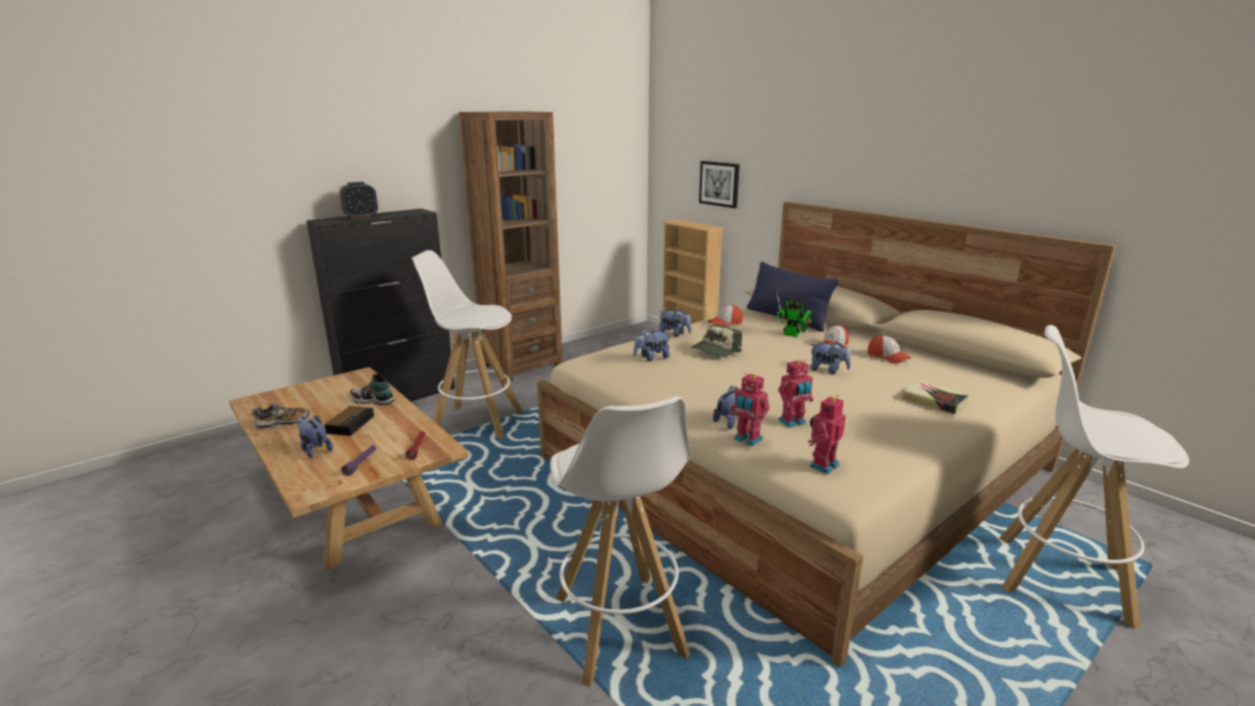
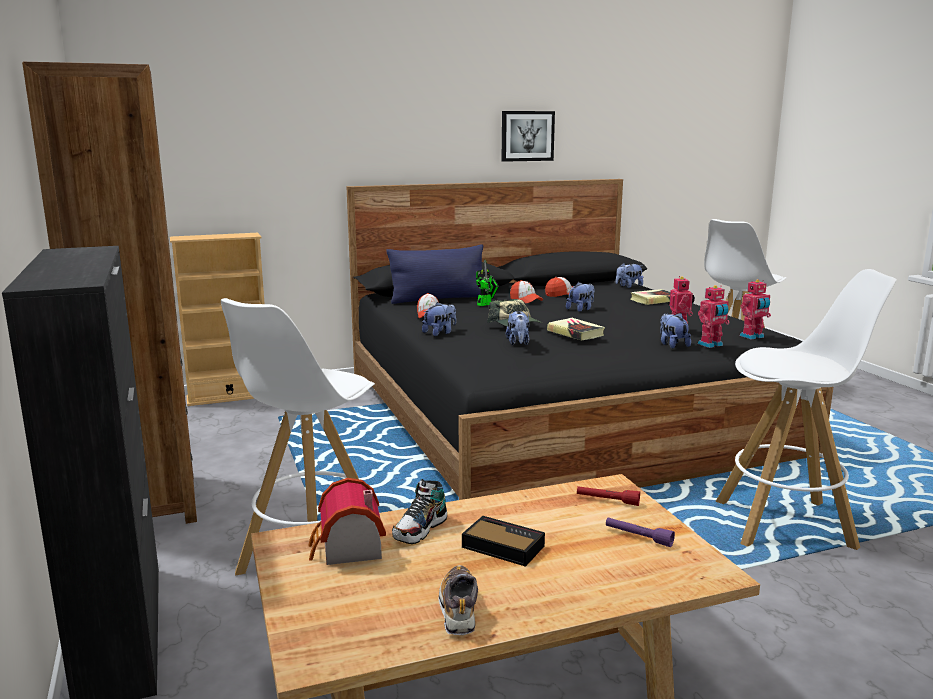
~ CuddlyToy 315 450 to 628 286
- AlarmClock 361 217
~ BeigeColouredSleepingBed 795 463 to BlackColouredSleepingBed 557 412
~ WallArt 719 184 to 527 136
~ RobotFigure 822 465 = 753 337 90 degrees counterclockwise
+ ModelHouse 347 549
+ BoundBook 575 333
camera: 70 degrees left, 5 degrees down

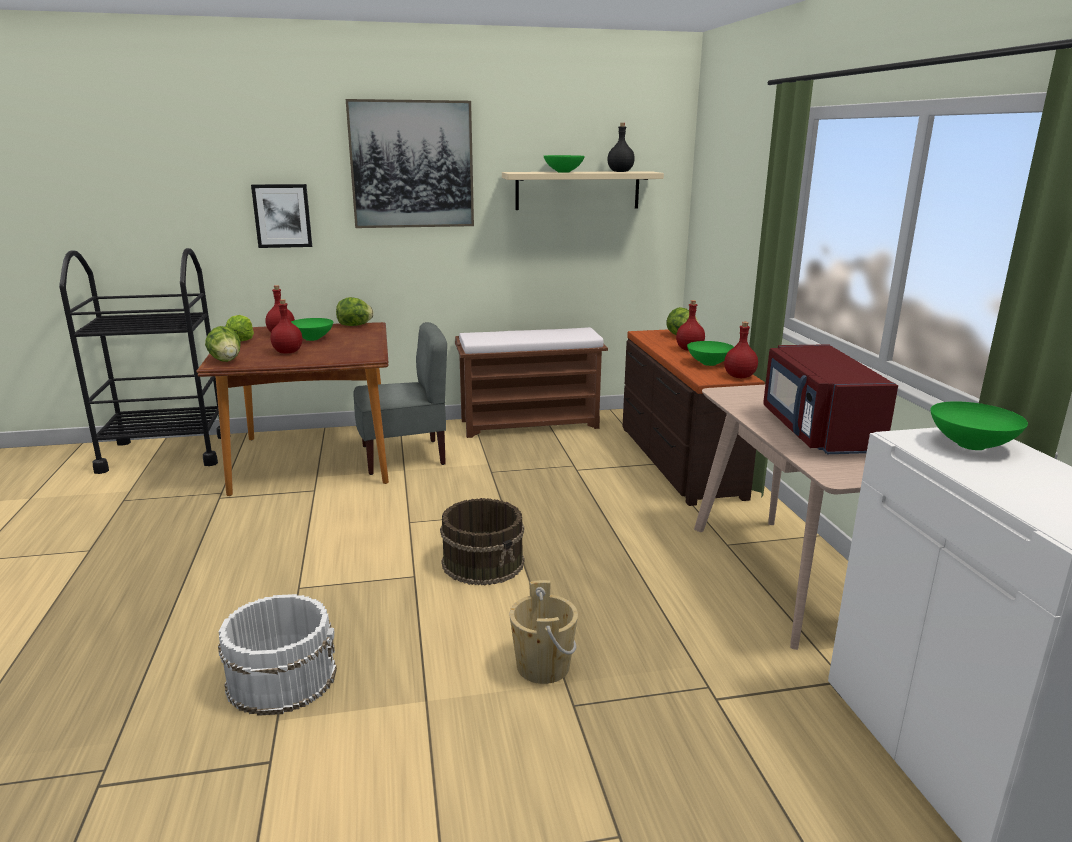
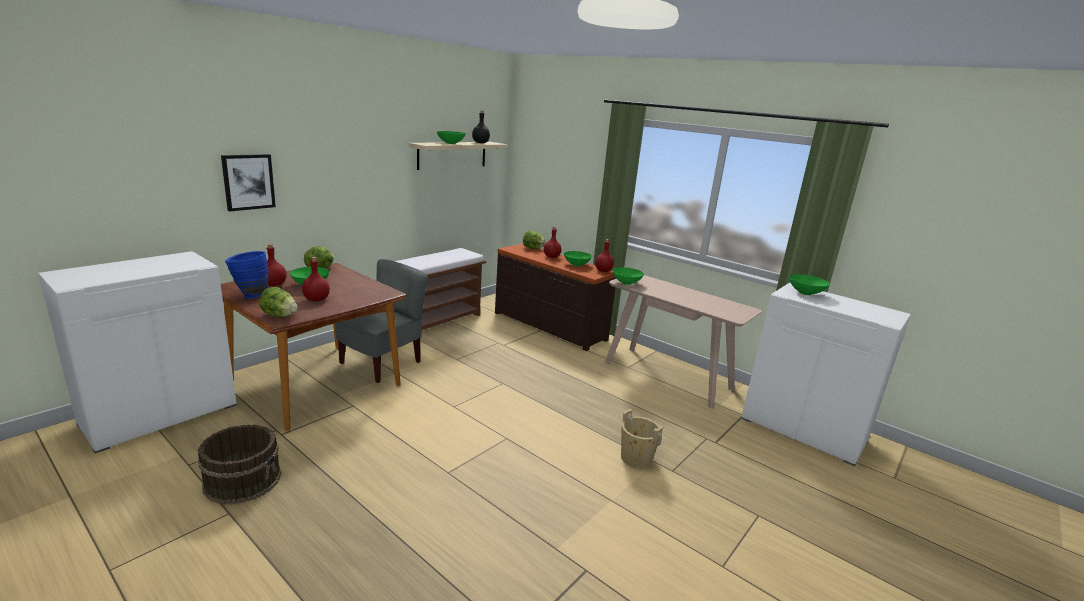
~ BlackColouredCart 166 453 to WhiteCupboard 160 414
- WhiteWaterBucket 282 678
~ Lettuce 241 340 to BluishDecorativeVase 250 296
- WallArt 412 165
~ BrownColouredWaterBucket 484 562 to 243 479
- RedKitchenMicrowave 817 431
+ GreenServingBowl 626 283
camera: 40 degrees left, 0 degrees up

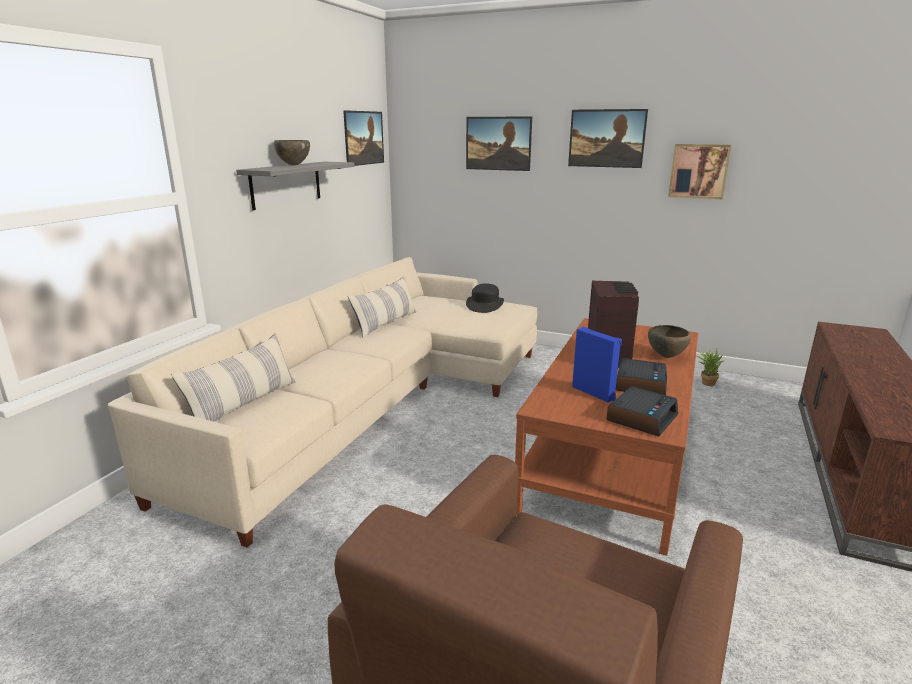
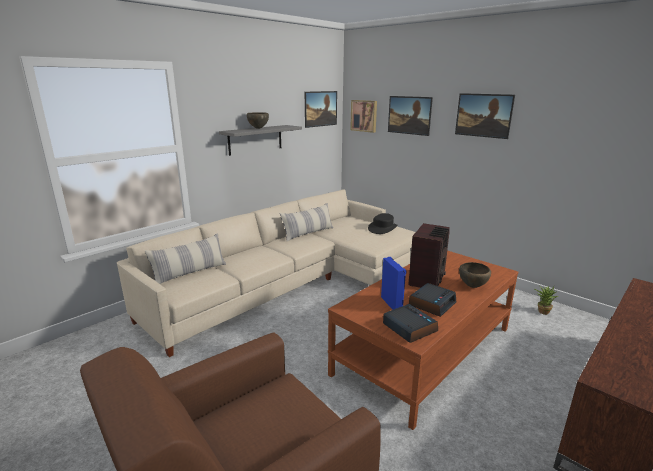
~ AlarmClock 641 417 = 409 328 90 degrees counterclockwise
~ WallArt 699 171 to 364 115
camera: 20 degrees right, 0 degrees up

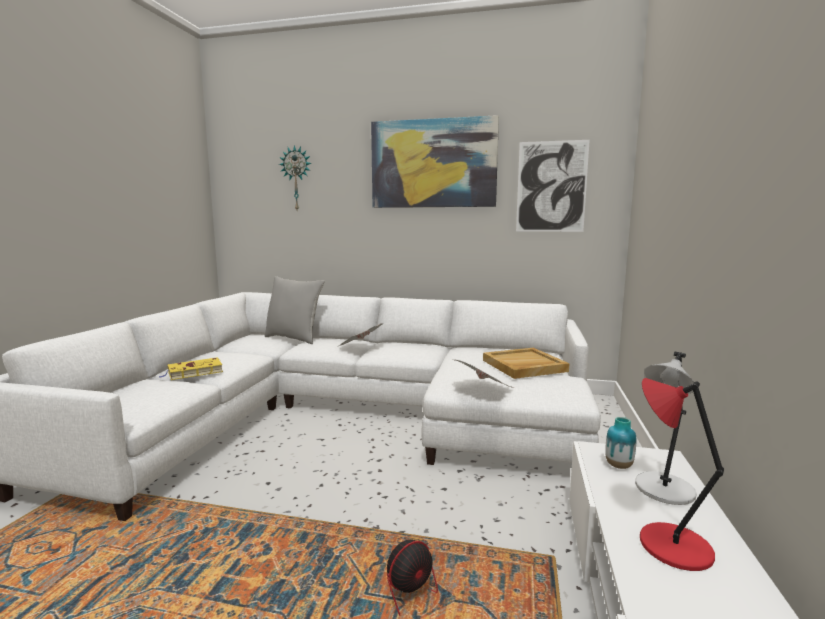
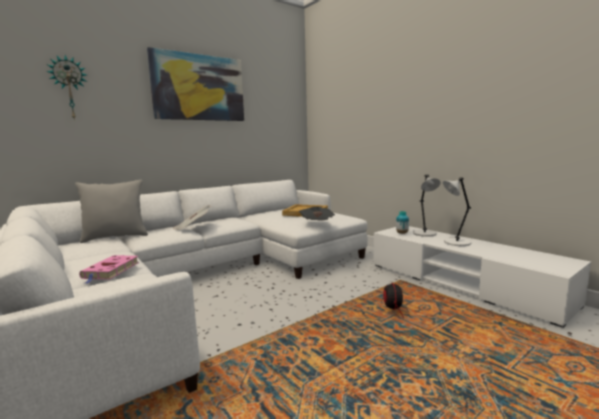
~ YellowColouredBoundBook 193 372 to PinkColouredBoundBook 110 271
- WallArt 551 187
~ RedTableLamp 670 545 to WhiteTableLamp 455 243
camera: 50 degrees left, 0 degrees up

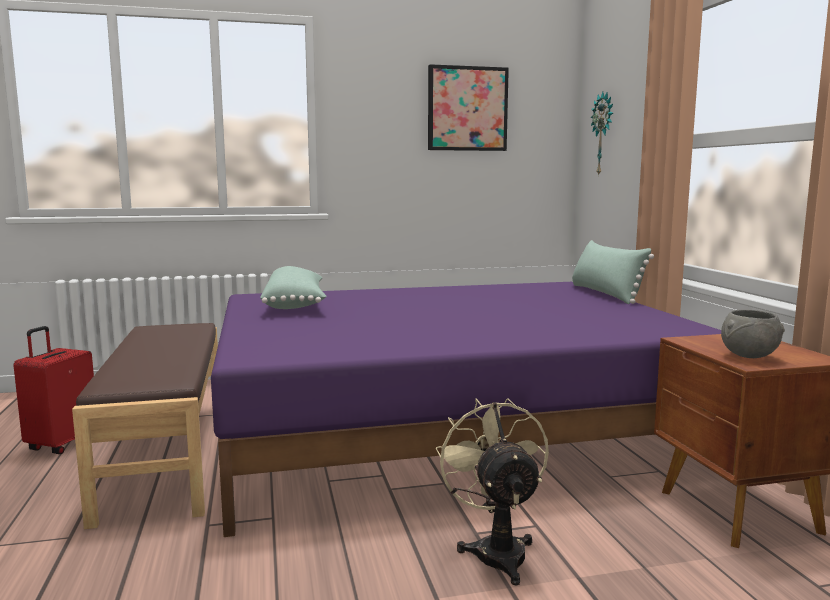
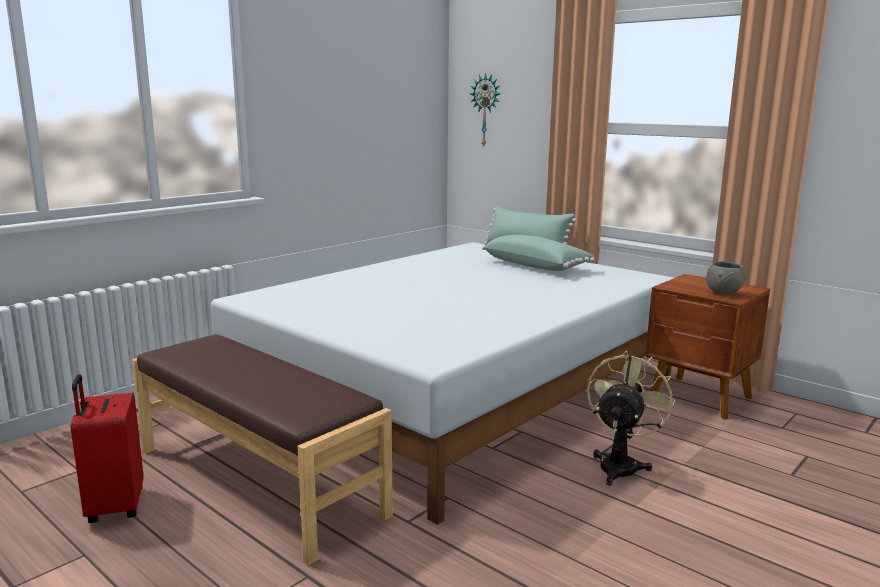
~ PurpleSleepingBed 447 431 to WhiteSleepingBed 458 391
~ GreenCushion 296 304 to 536 266
- WallArt 467 109
~ BeigeColouredCoolingFan 496 550 = 621 465 75 degrees clockwise
camera: 35 degrees left, 5 degrees up

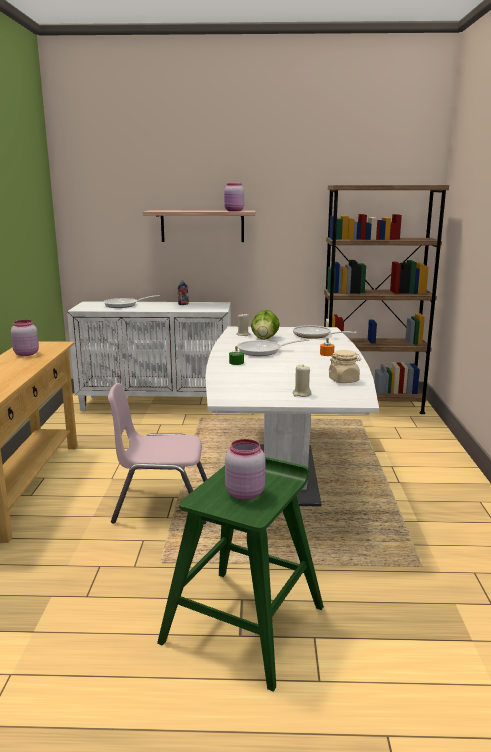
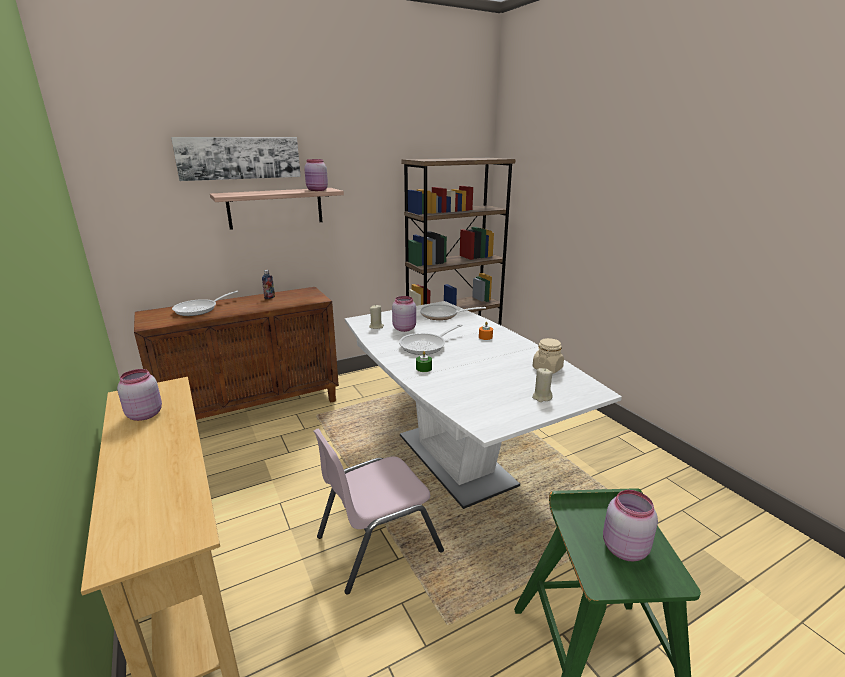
~ WhiteCupboard 157 403 to BrownColouredCupboard 253 408
~ Lettuce 265 339 to PinkColouredJar 404 328
+ WallArt 239 158
camera: 30 degrees left, 5 degrees up

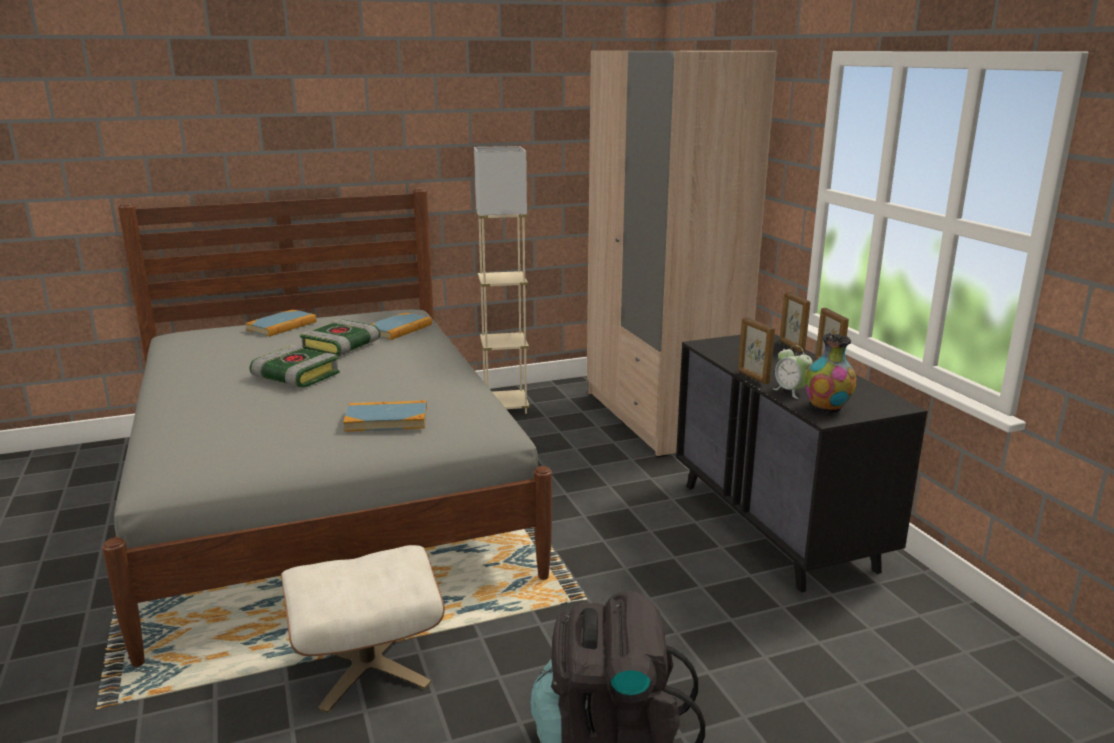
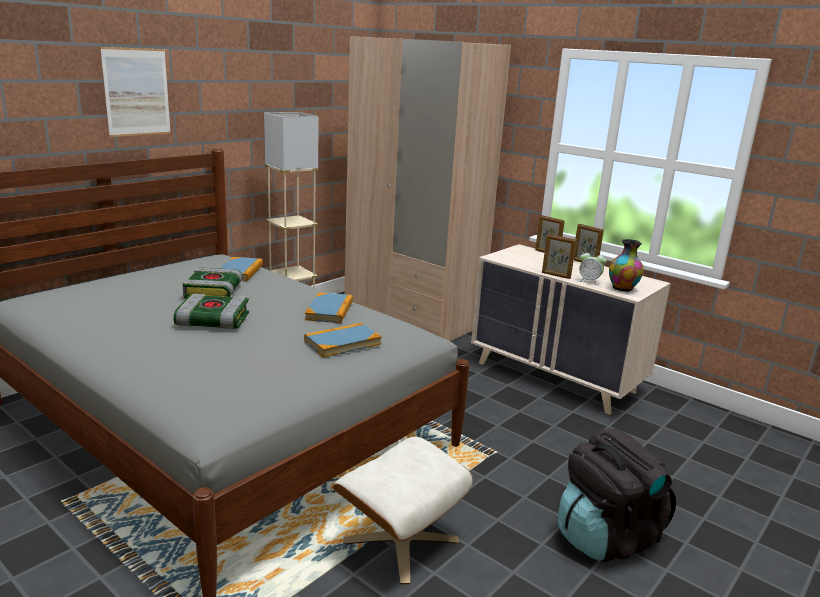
~ BoundBook 281 326 to 329 310
~ BlackColouredChestOfDrawers 776 526 to BeigeColouredChestOfDrawers 556 377
+ WallArt 137 92
camera: 30 degrees left, 0 degrees up

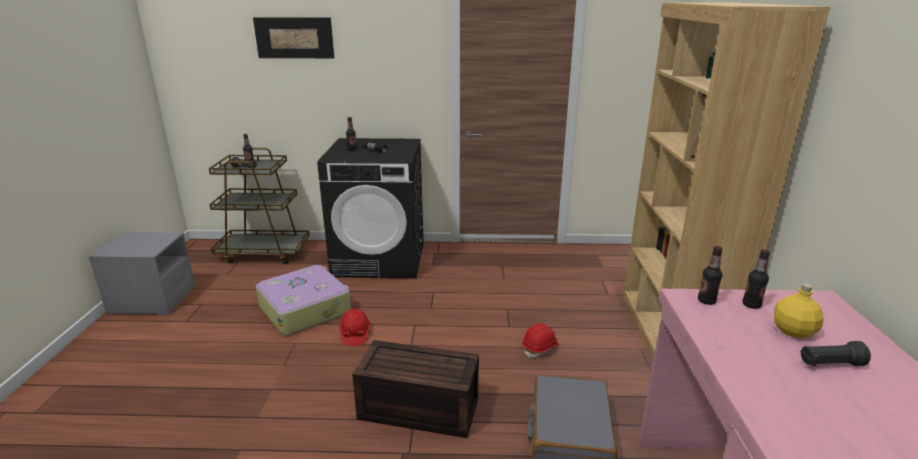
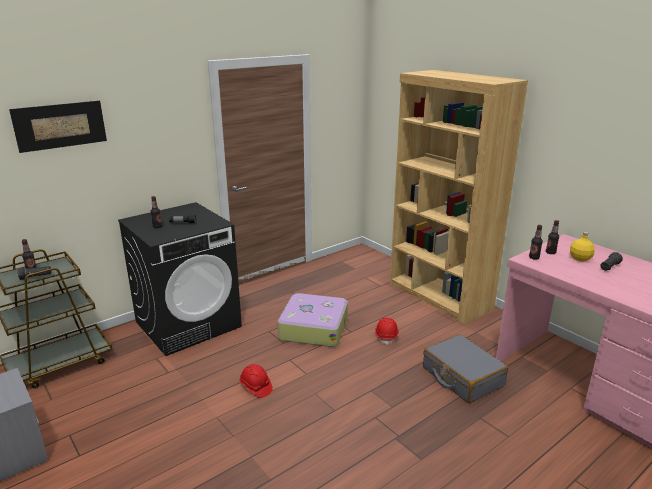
~ Suitcase 305 309 to 313 328
- BrownColouredStorageContainer 416 409
camera: 40 degrees left, 0 degrees up

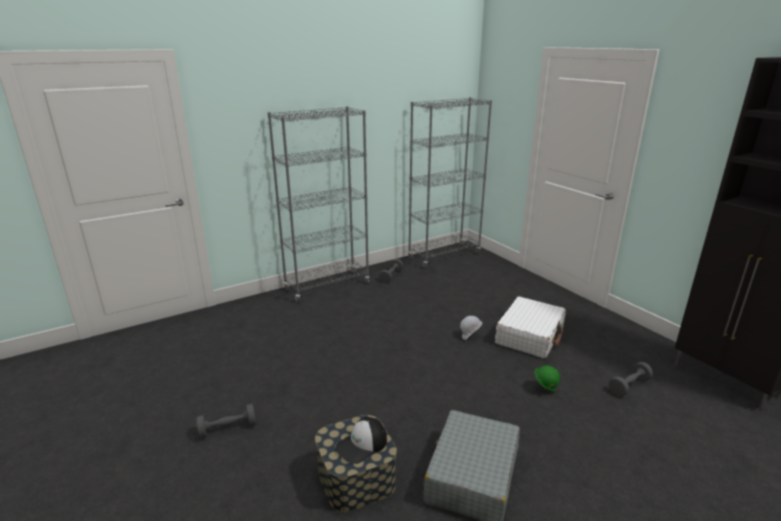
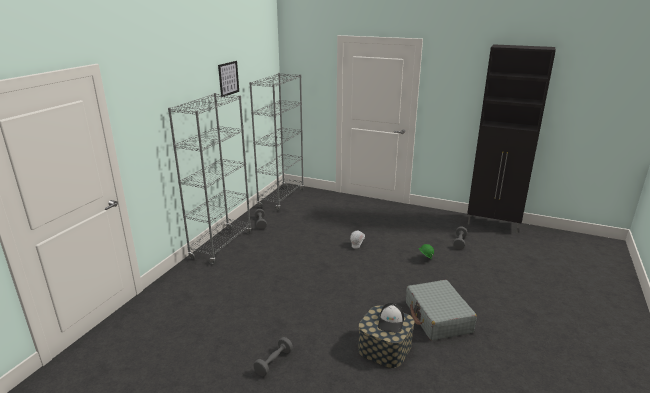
- WhiteSuitcase 529 336
+ WallArt 228 78
camera: 35 degrees left, 0 degrees up

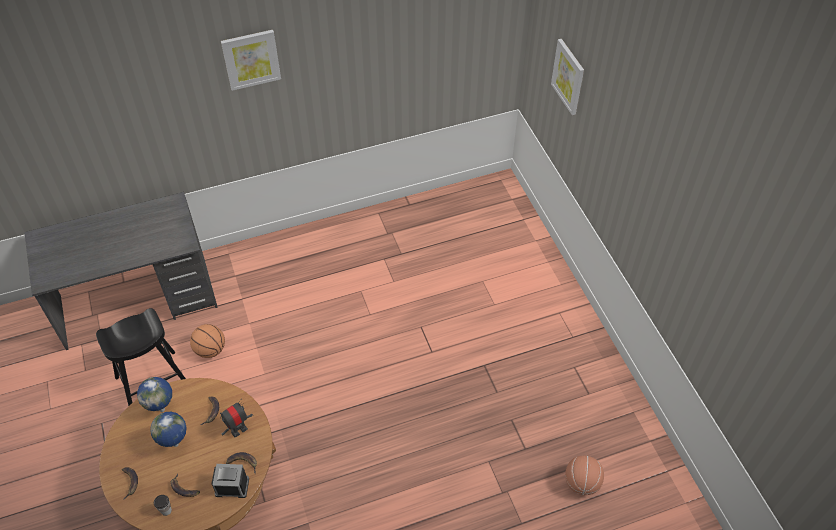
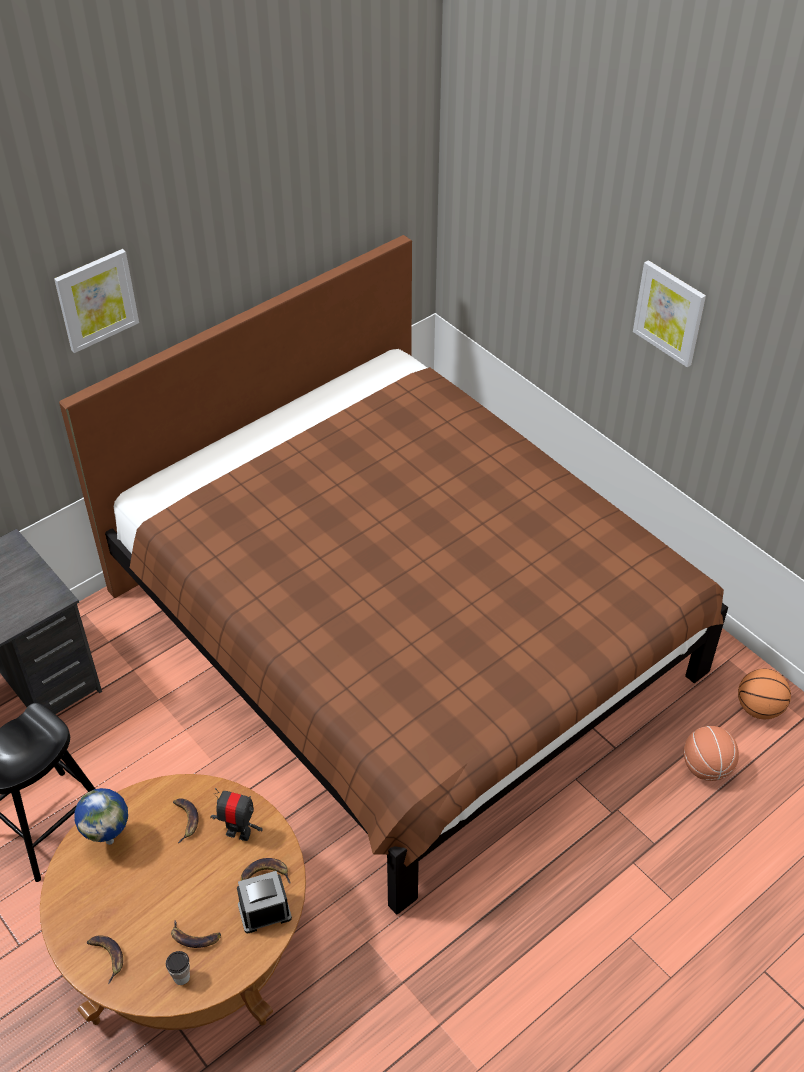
- Globe 176 444
~ BallForBasketball 210 350 to 759 708
~ RobotFigure 239 430 = 238 832 75 degrees clockwise
~ WallArt 568 76 to 670 313
+ BrownColouredSleepingBed 401 633
camera: 20 degrees left, 5 degrees down

